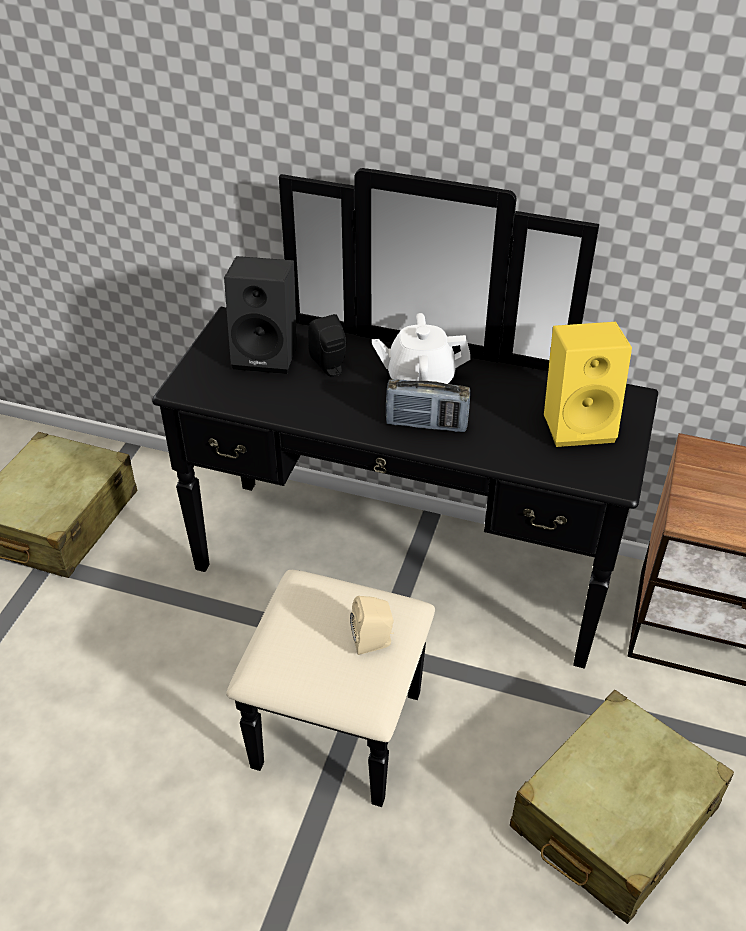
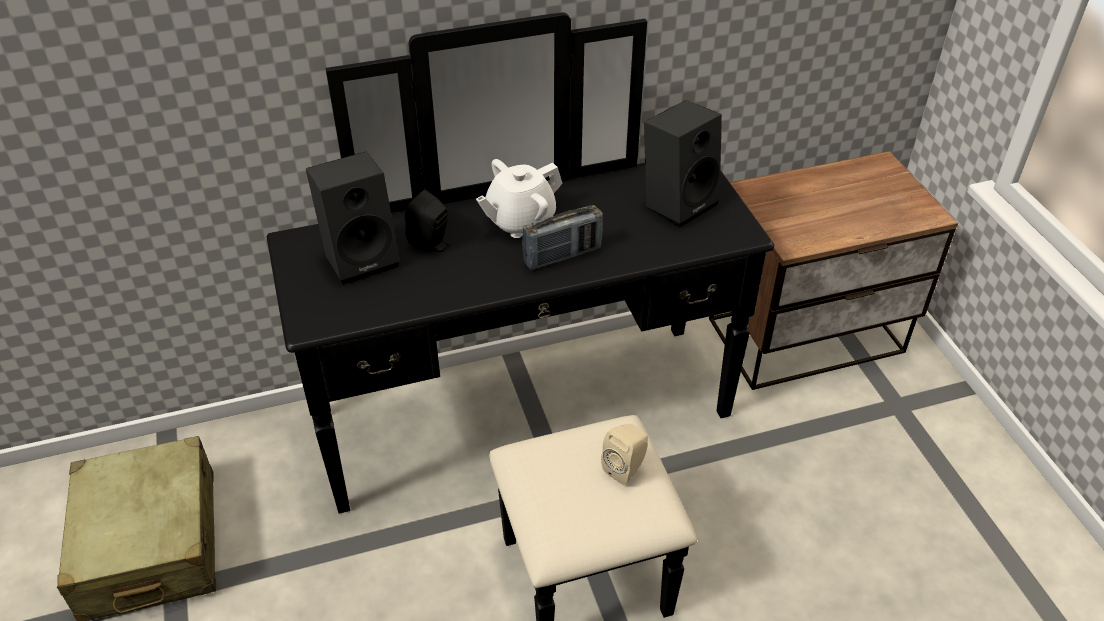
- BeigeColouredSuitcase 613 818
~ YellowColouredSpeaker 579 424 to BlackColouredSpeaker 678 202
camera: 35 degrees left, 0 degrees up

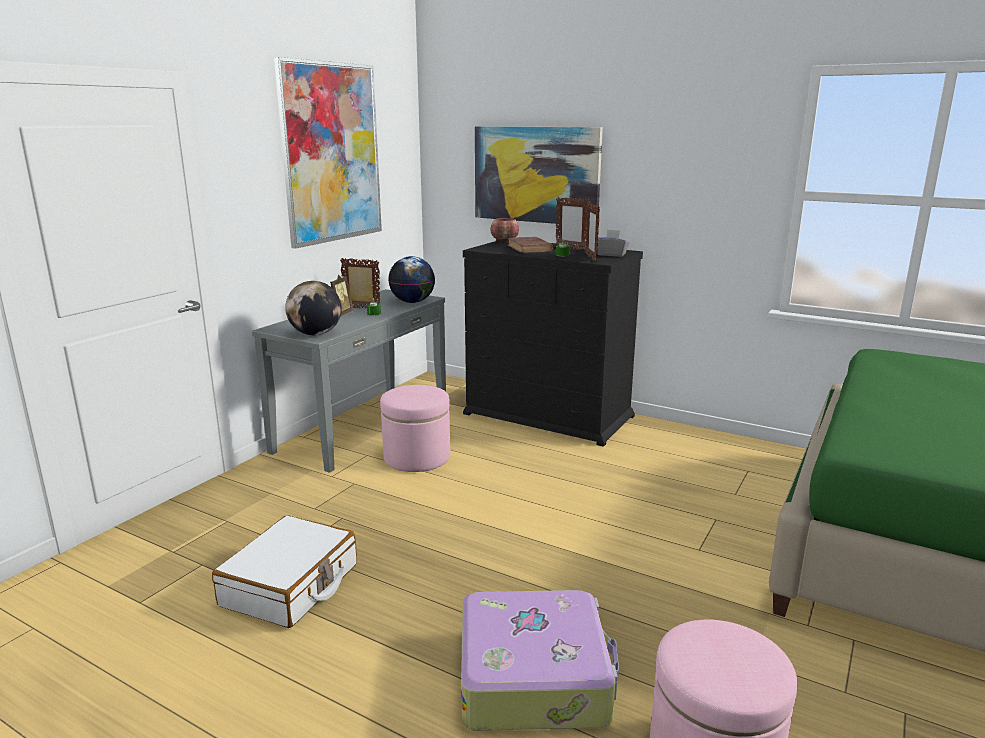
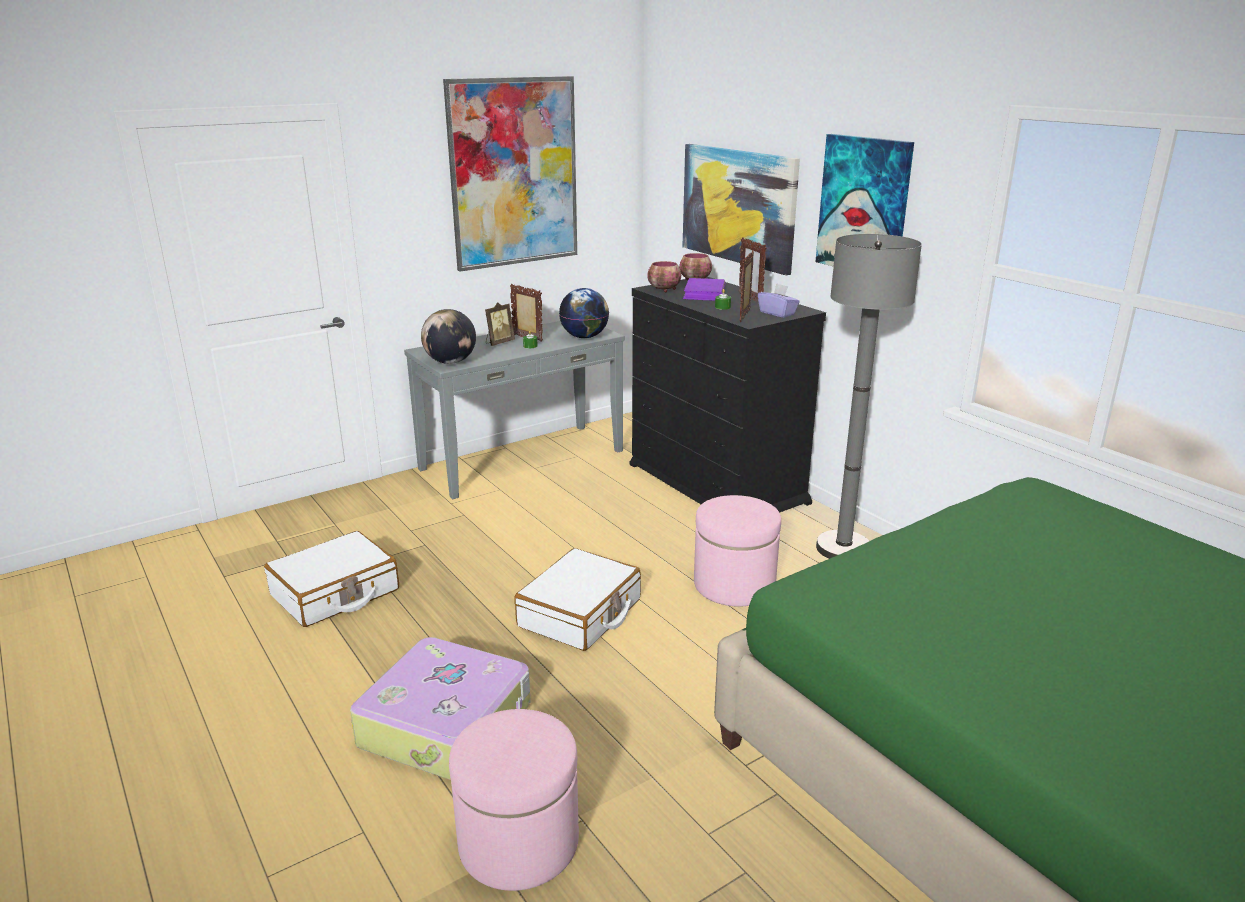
~ PinkColouredOttoman 417 457 to 734 584
~ BrownColouredBoundBook 529 248 to PurpleBoundBook 704 293
~ GreyTissueBox 611 255 to PurpleTissueBox 777 313
+ WhiteSuitcase 580 613
+ ServingBowl 664 290
+ WallArt 864 205
+ GreyStandingLamp 843 548
camera: 25 degrees right, 5 degrees up

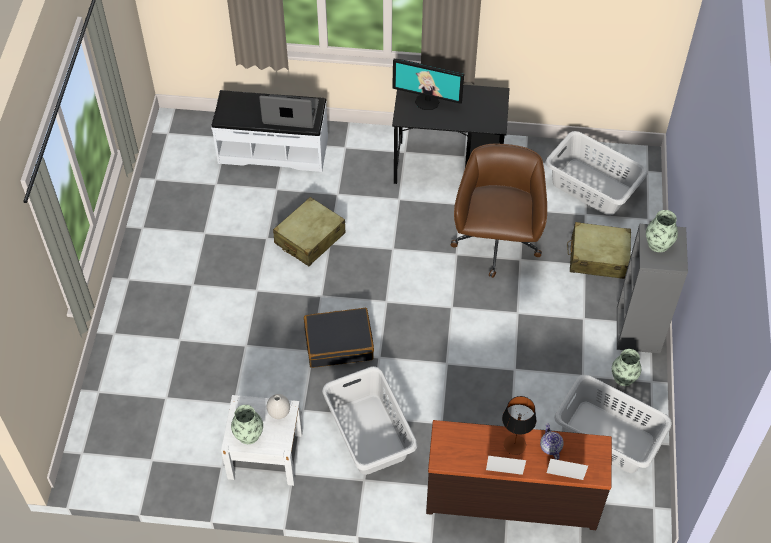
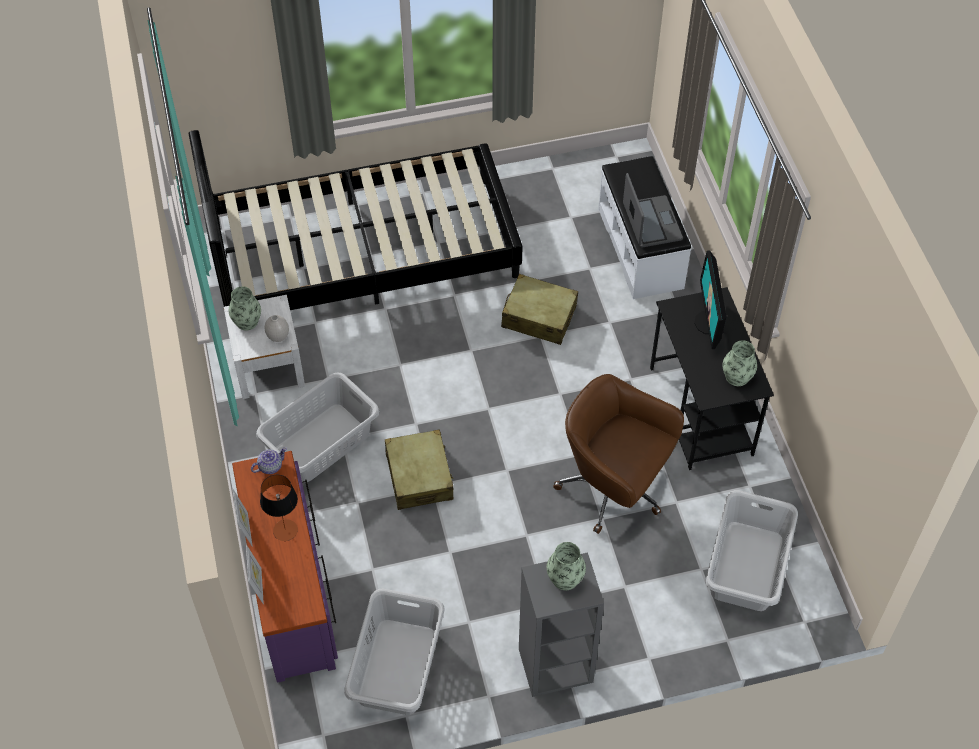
- BlackColouredSuitcase 339 343
~ BrownColouredChestOfDrawers 512 496 to PurpleChestOfDrawers 292 591
~ BrownColouredOfficeChair 496 243 = 614 488 135 degrees counterclockwise
~ TeaPot 550 447 to 270 466
~ BeigeColouredSuitcase 598 257 to 419 476
~ DecorativeVase 623 377 to 737 376
+ BlackColouredSleepingBed 363 253
camera: 70 degrees right, 0 degrees up

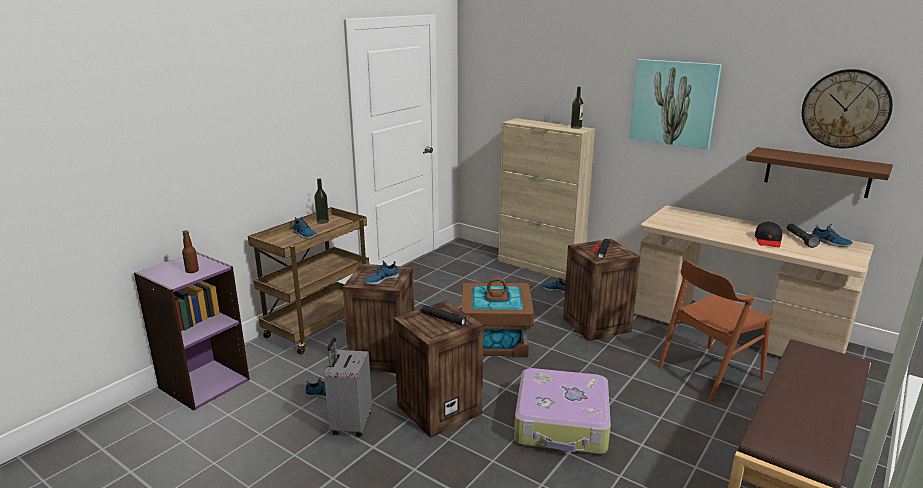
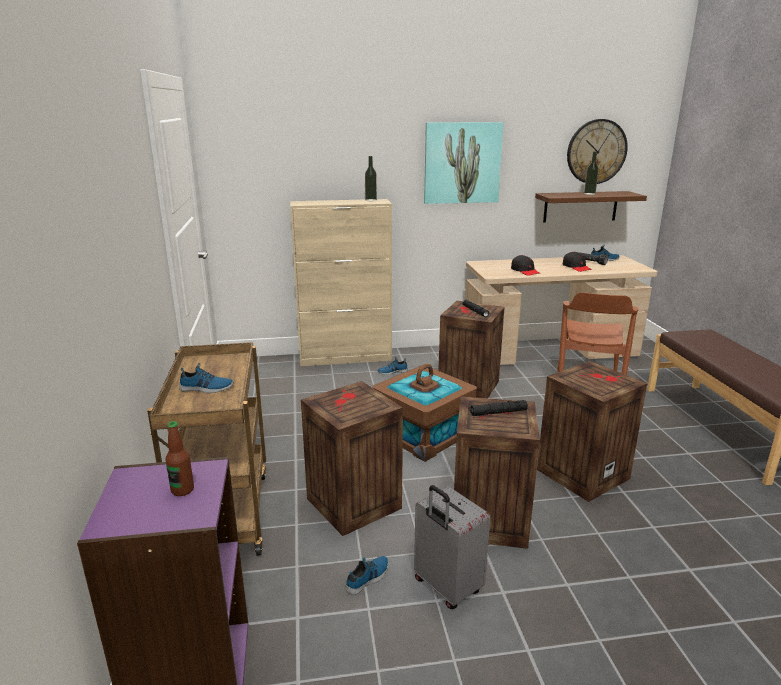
~ BeverageBottle 322 221 to 589 194
- ItemOfFootwear 381 279
~ Suitcase 562 423 to PackingCrate 582 473
+ BlackColouredCap 525 271
camera: 45 degrees left, 0 degrees up

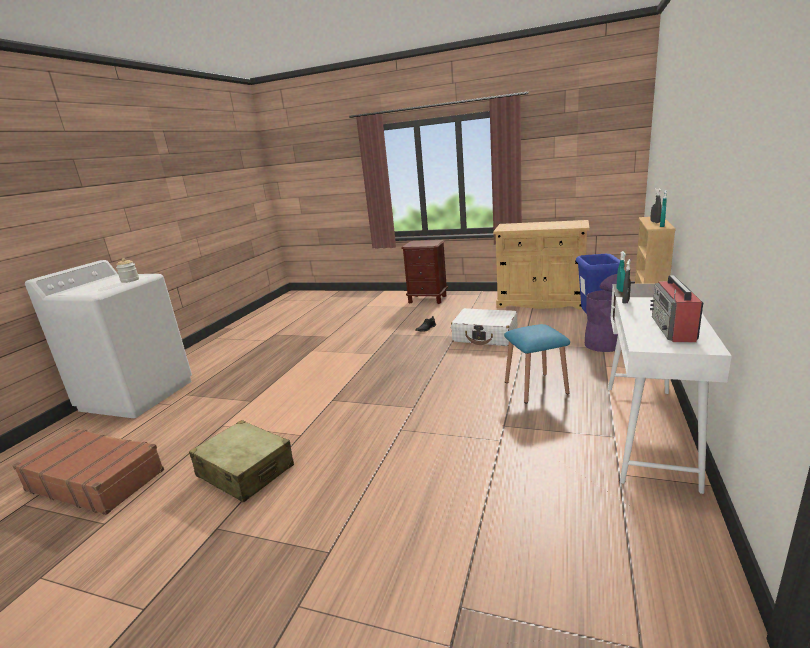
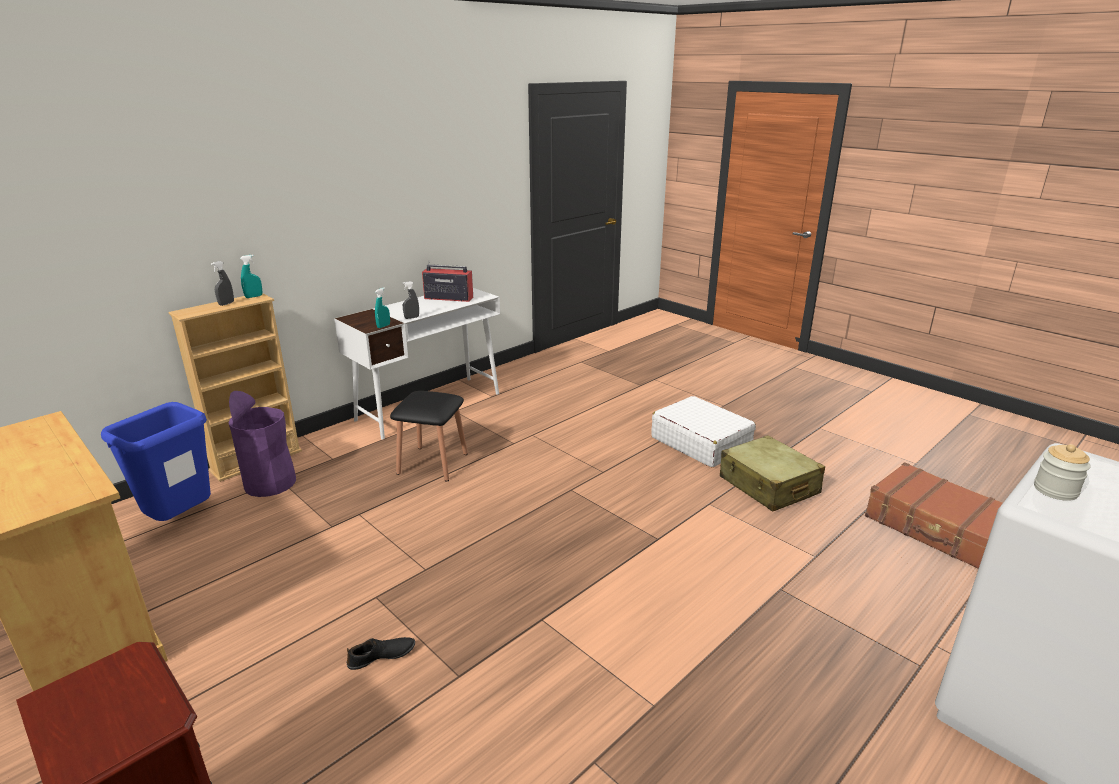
~ WhiteSuitcase 485 336 to 700 442
~ BluishStoolSeat 536 387 to BlackColouredStoolSeat 432 463
~ Radio 673 329 = 448 298 120 degrees counterclockwise
camera: 155 degrees left, 5 degrees up

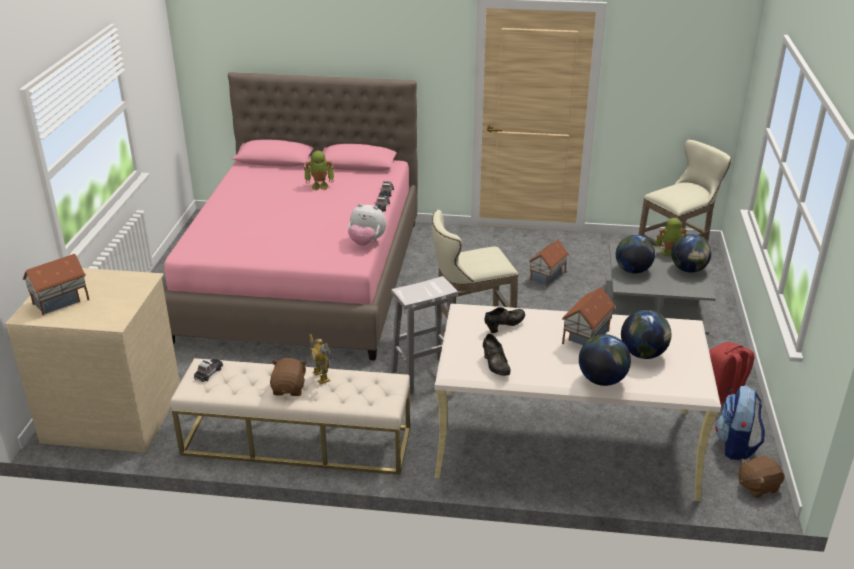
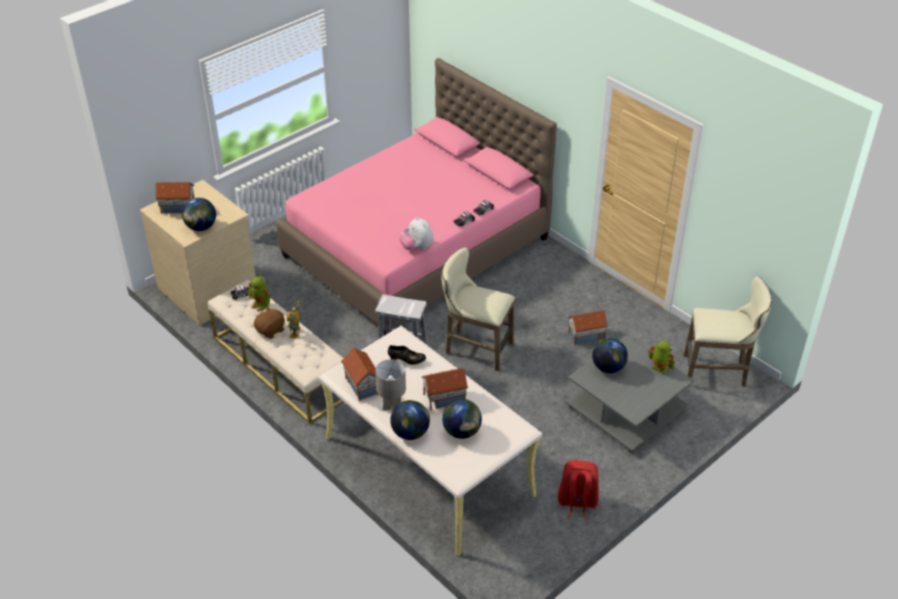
~ RobotFigure 320 186 to 261 305
~ BlackColouredItemOfFootwear 495 366 to ModelHouse 363 385
~ Globe 688 270 to 201 227
- Knapsack 736 446
- BrownColouredCuddlyToy 757 486
+ GreyTableLamp 392 408
camera: 40 degrees right, 10 degrees up

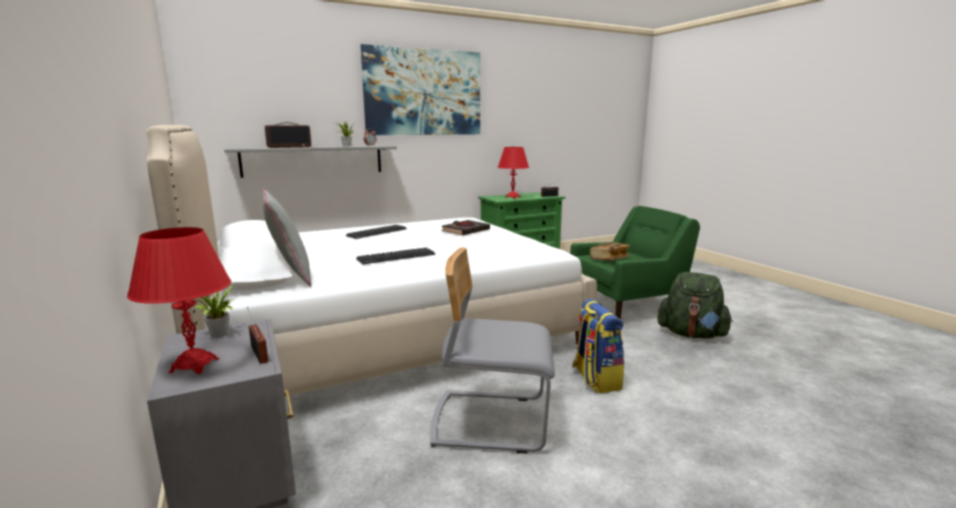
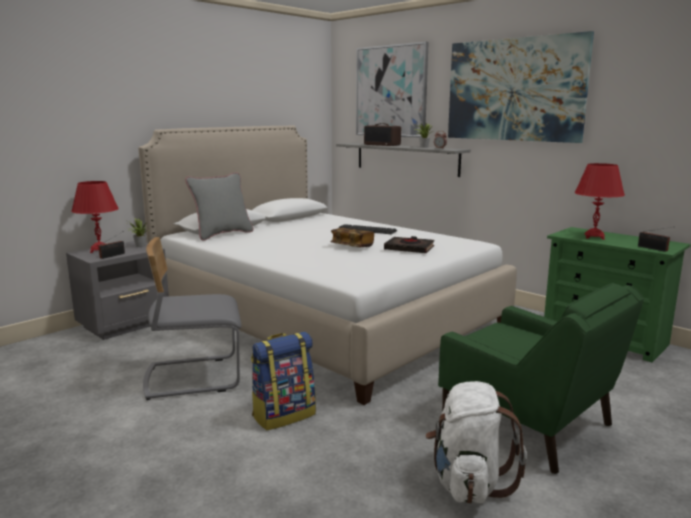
- Keyboard 396 257
~ GreyPlainChair 490 420 = 193 377 90 degrees counterclockwise
~ BoundBook 609 259 to 352 246
~ GreenKnapsack 691 334 to WhiteKnapsack 468 482
+ WallArt 391 91
camera: 70 degrees right, 0 degrees up

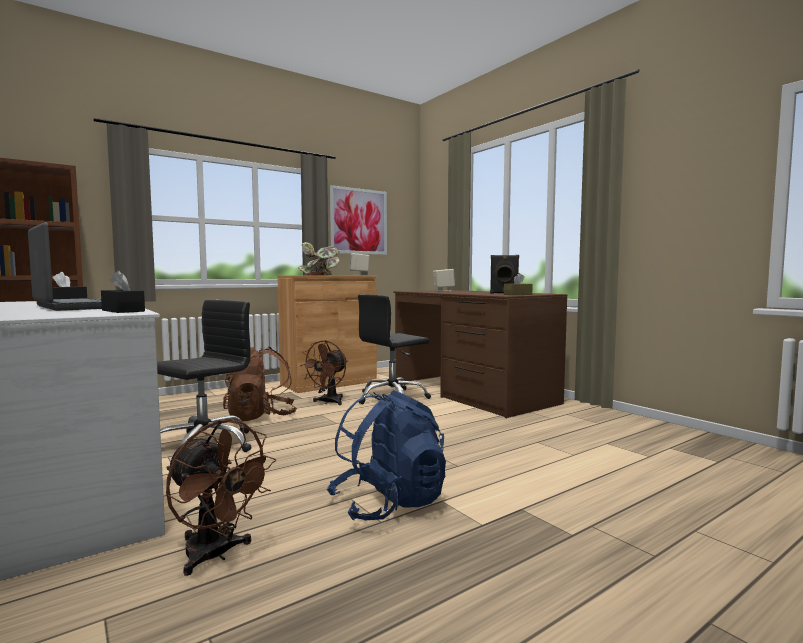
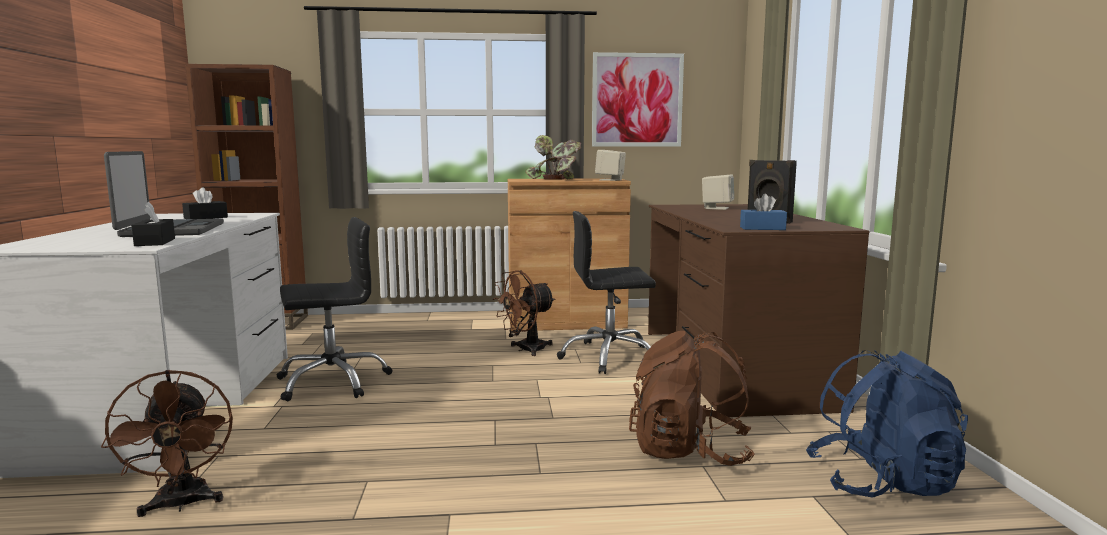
~ BrownColouredKnapsack 260 417 to 689 451
~ BluishKnapsack 388 504 to 882 483
~ BrownColouredTissueBox 517 294 to BluishTissueBox 762 228
camera: 30 degrees right, 5 degrees up

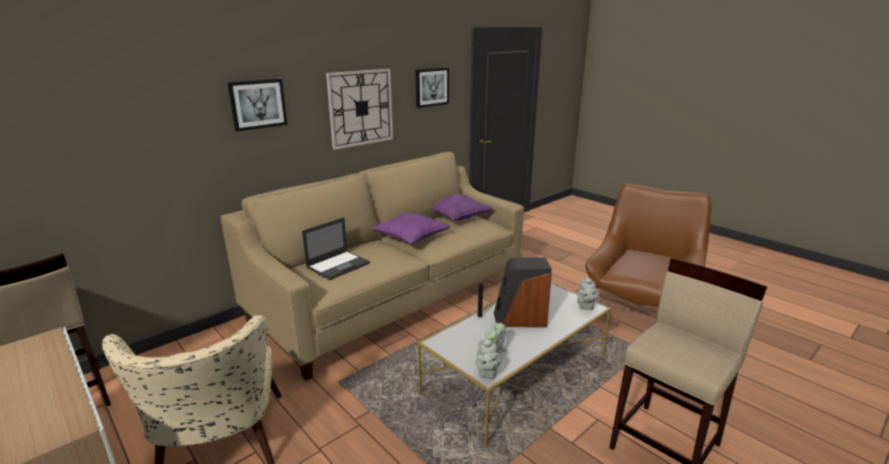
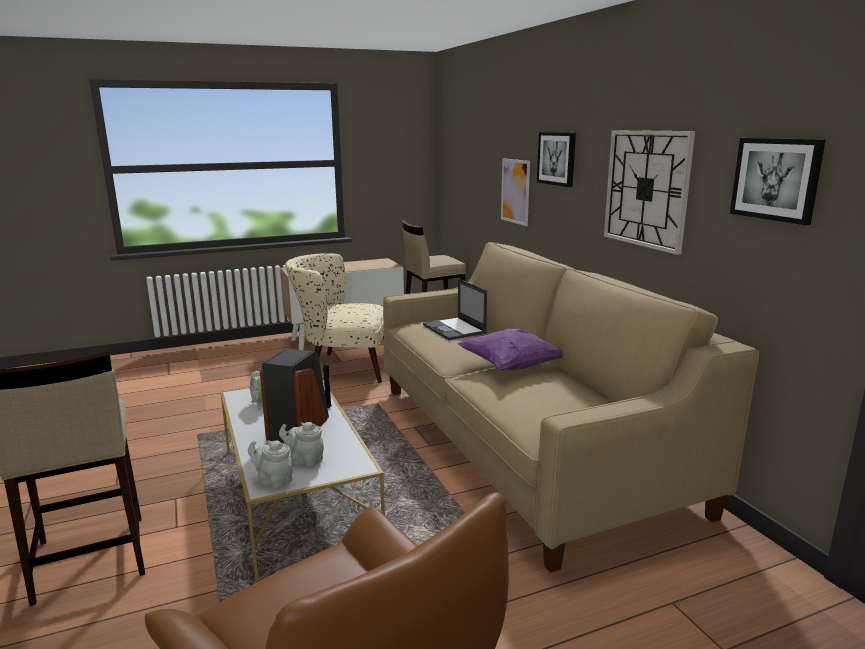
- PurpleCushion 457 218
~ GreyTeaPot 487 373 to 305 461
+ WallArt 515 191
camera: 110 degrees right, 5 degrees down

